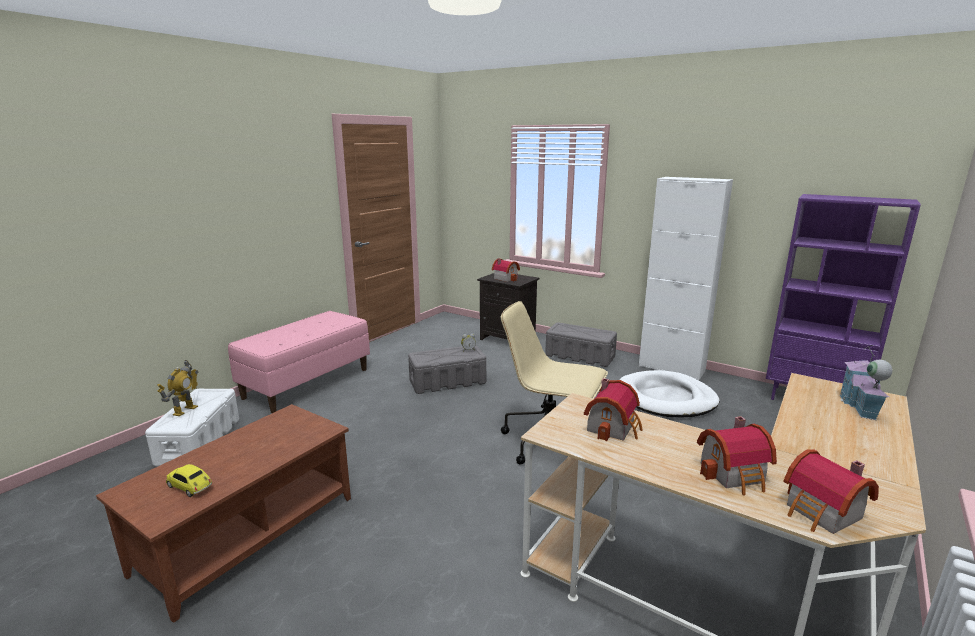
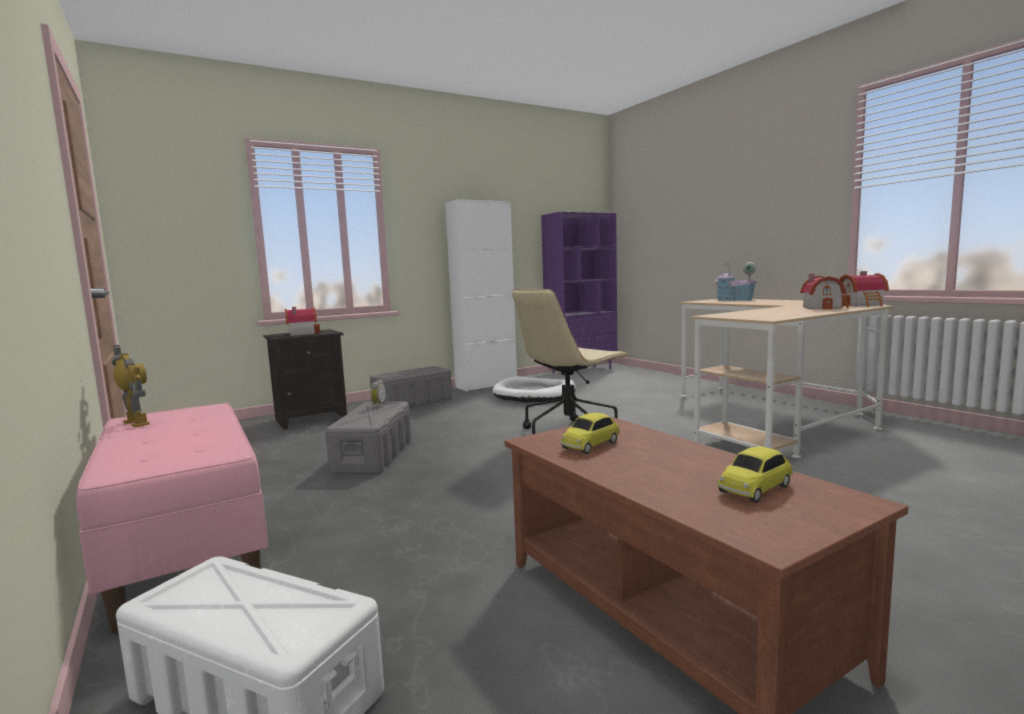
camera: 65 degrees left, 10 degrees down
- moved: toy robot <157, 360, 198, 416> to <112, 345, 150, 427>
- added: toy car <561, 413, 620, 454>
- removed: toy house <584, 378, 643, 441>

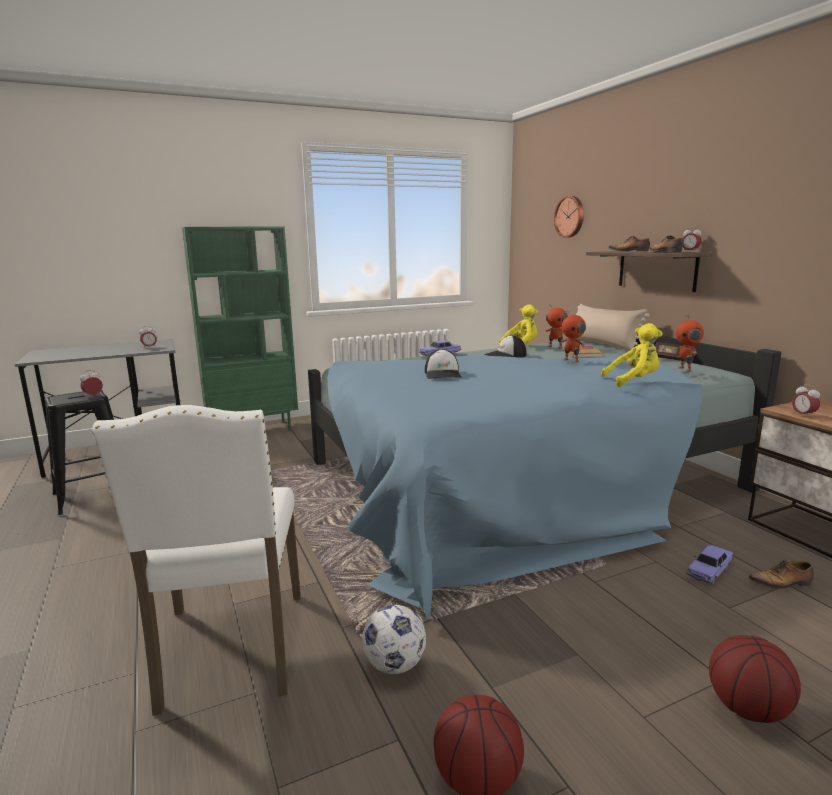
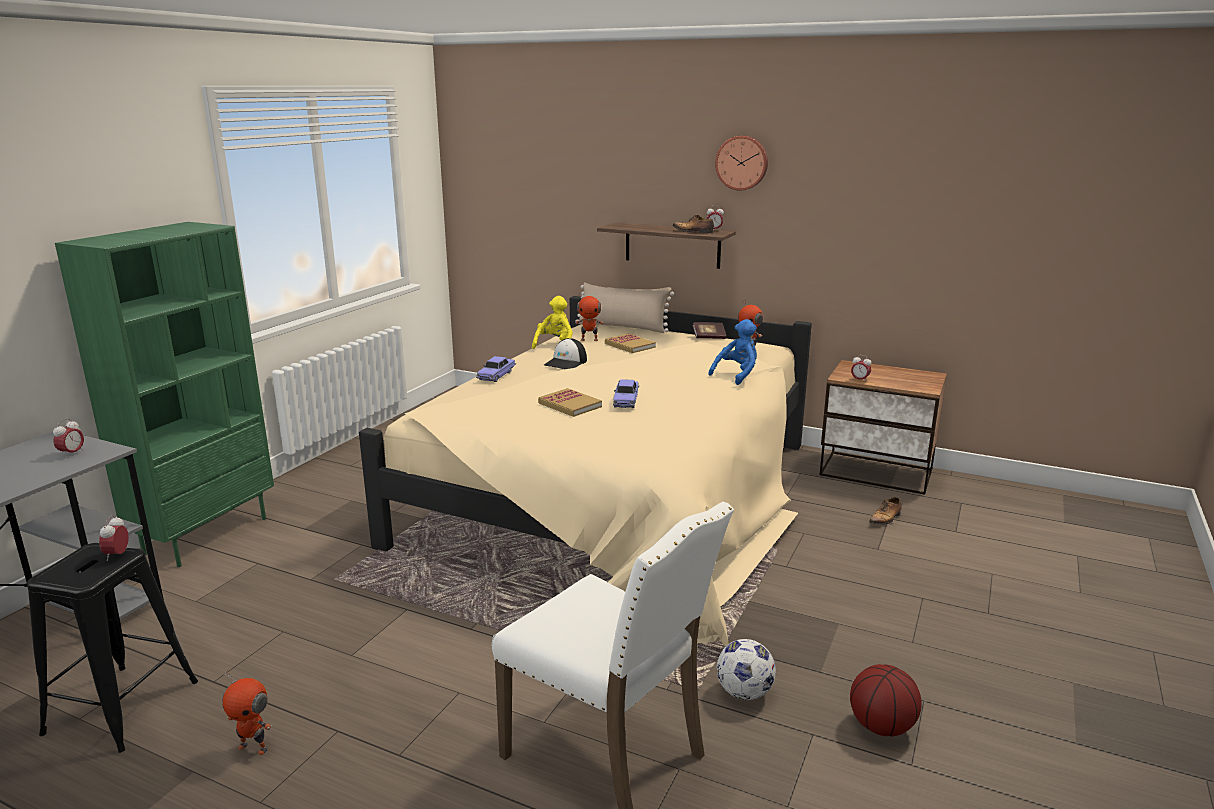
camera: 40 degrees left, 5 degrees up
- moved: toy robot <561, 310, 586, 363> to <222, 670, 272, 755>
- recoloured: bed (blue) <308, 334, 781, 619> to bed (beige) <359, 296, 812, 646>
- replaced: cap <425, 349, 462, 379> to book <538, 388, 602, 417>
- moved: toy car <686, 545, 734, 584> to <613, 379, 639, 408>
- recoloured: plush toy (yellow) <601, 323, 663, 387> to plush toy (blue) <708, 319, 757, 385>
- moved: wall clock <554, 196, 584, 238> to <715, 135, 768, 190>
- removed: shoe <608, 236, 650, 251>
- removed: basketball <709, 635, 801, 723>

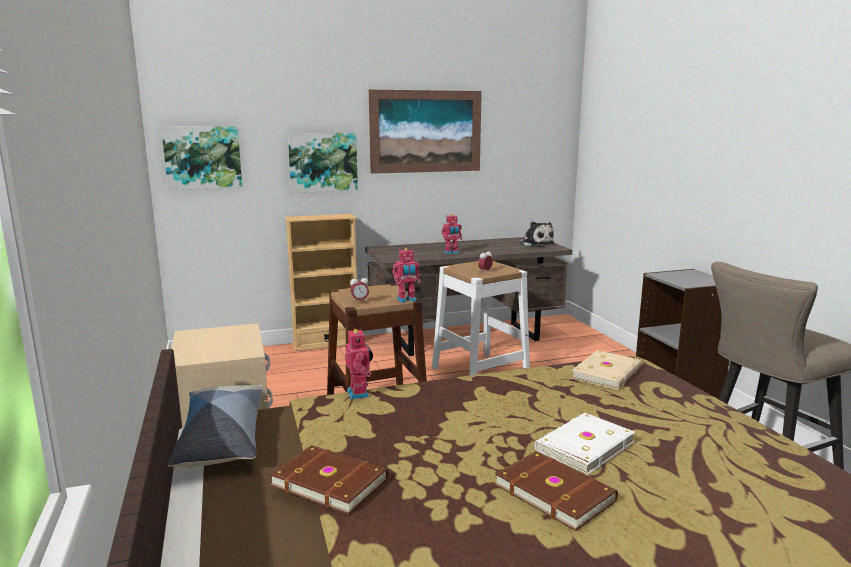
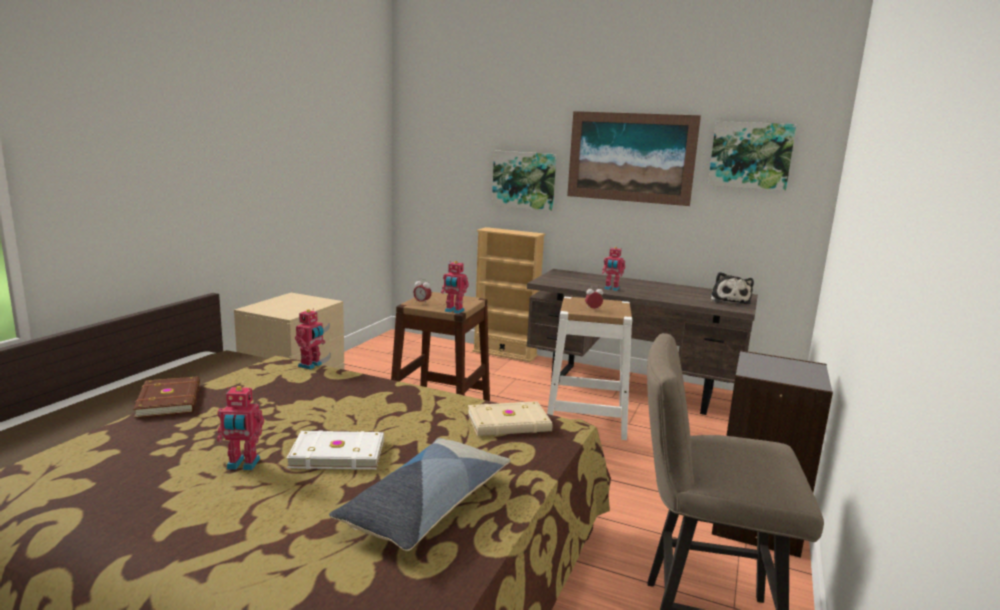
camera: 40 degrees right, 0 degrees up
- replaced: book (brown) <495, 451, 618, 531> to toy robot <217, 386, 264, 470>
- moved: pillow <168, 385, 264, 468> to <329, 438, 510, 551>
- moved: picture <161, 126, 242, 190> to <708, 121, 796, 191>

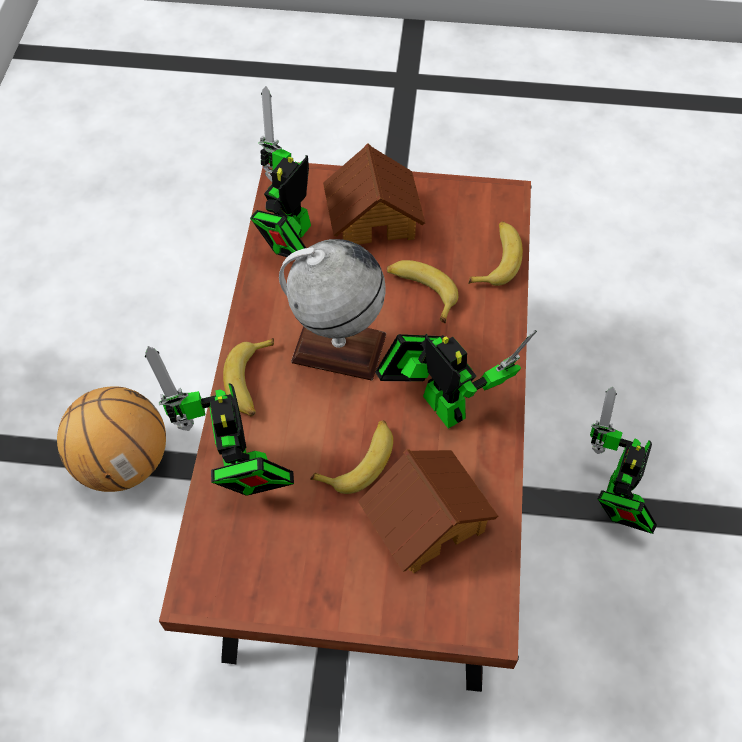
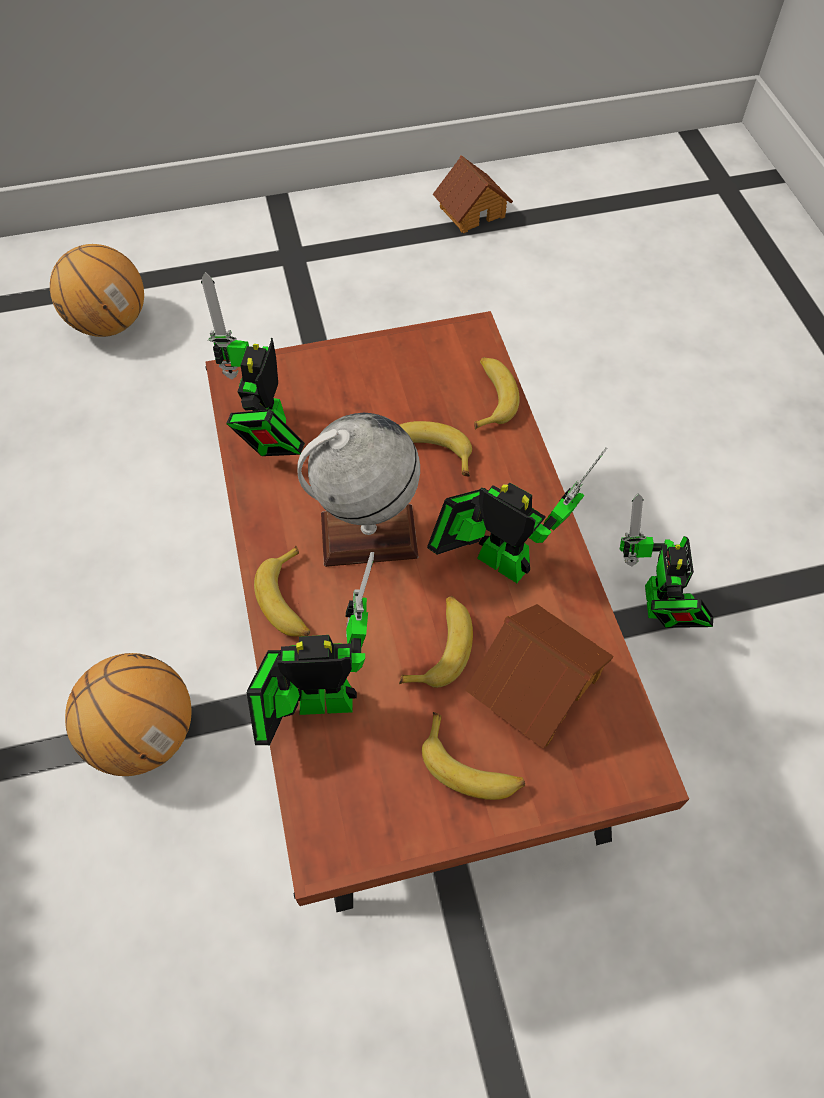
camera: 20 degrees left, 0 degrees up
- added: basketball <50, 244, 144, 337>
- turned: toy robot <145, 346, 294, 496> = <247, 552, 374, 746> 120 degrees clockwise
- added: banana <422, 712, 525, 800>
- moved: toy house <323, 143, 425, 244> to <433, 155, 513, 233>

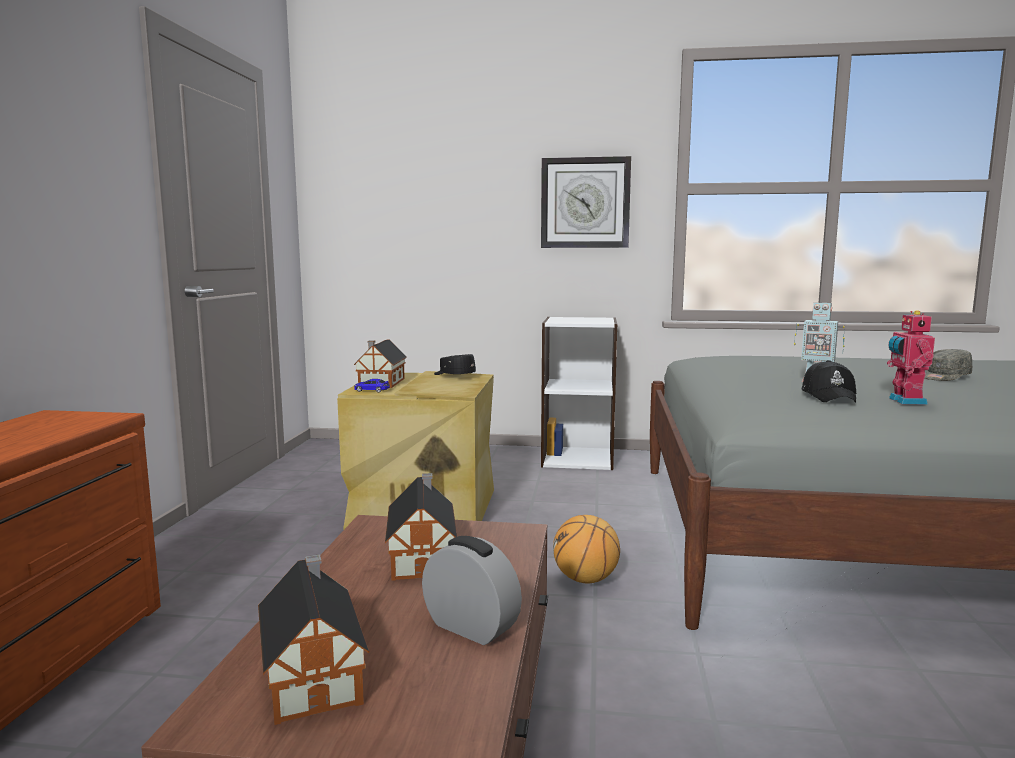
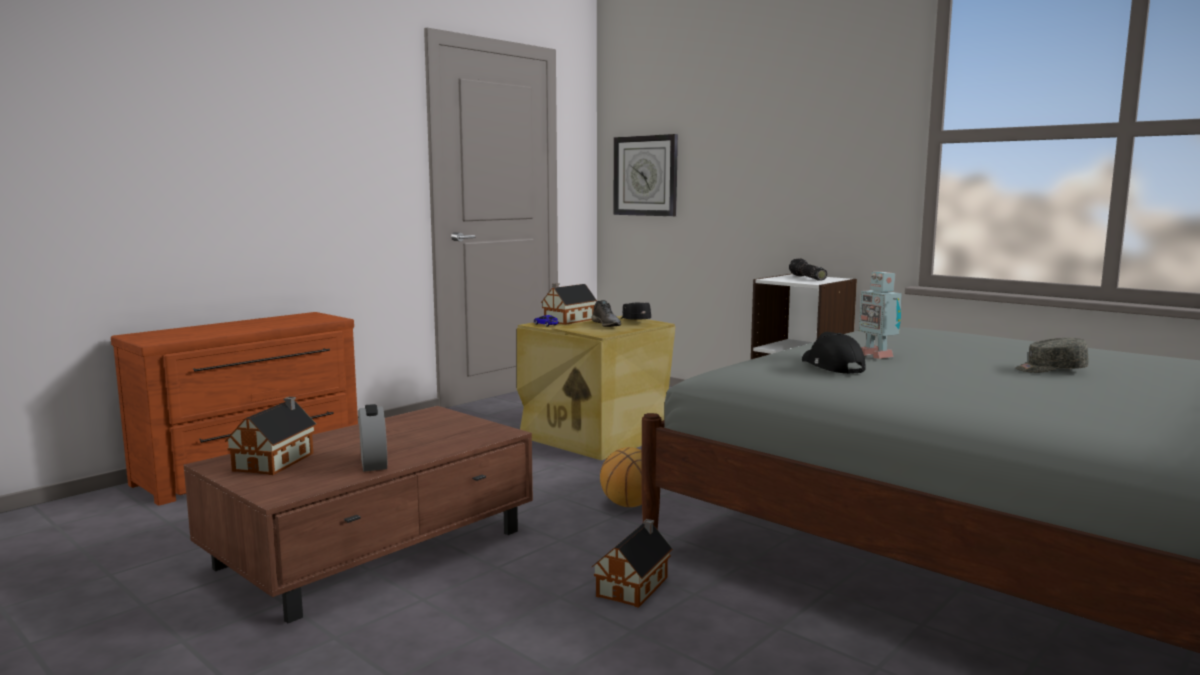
camera: 35 degrees right, 0 degrees up
- added: shoe (grey) <592, 300, 621, 327>
- moved: toy house <385, 473, 457, 581> to <592, 519, 673, 608>
- moved: wall clock <541, 156, 631, 248> to <614, 134, 678, 216>
- added: flashlight <789, 259, 827, 281>
- turned: cap (black) <802, 360, 856, 403> = <802, 332, 866, 374> 120 degrees clockwise
- removed: toy robot <887, 310, 935, 405>

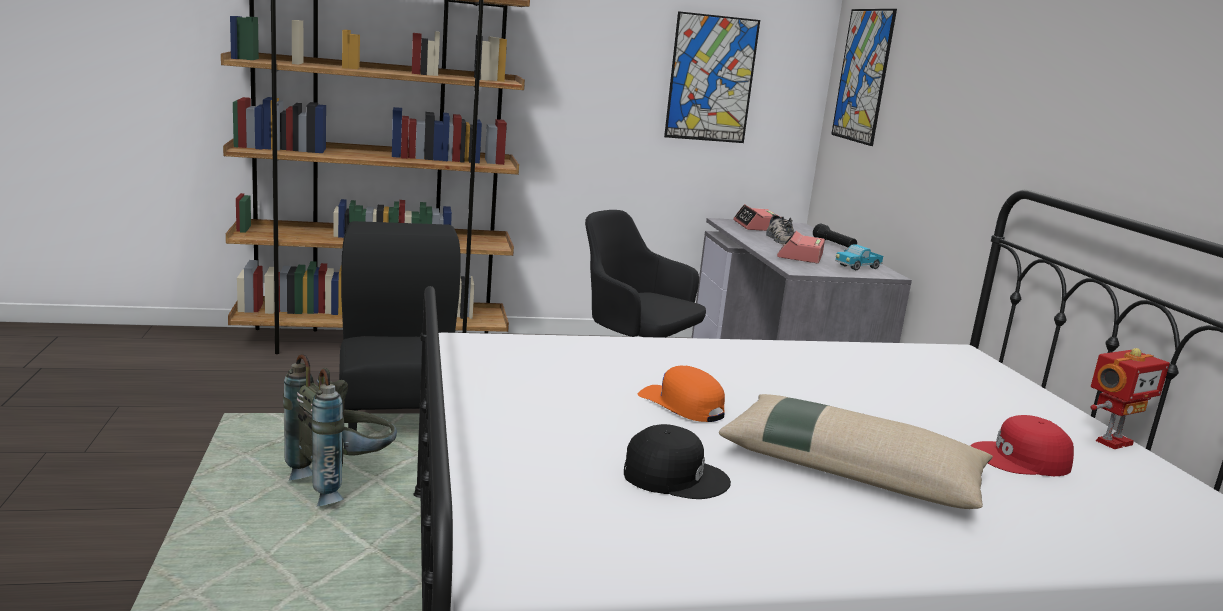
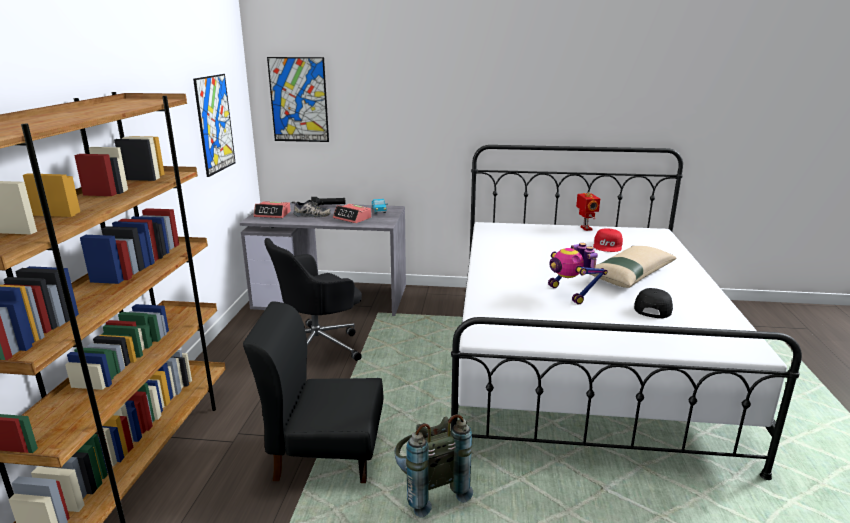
camera: 70 degrees left, 5 degrees up
- replaced: cap (orange) <637, 366, 725, 422> to toy robot <548, 243, 608, 305>

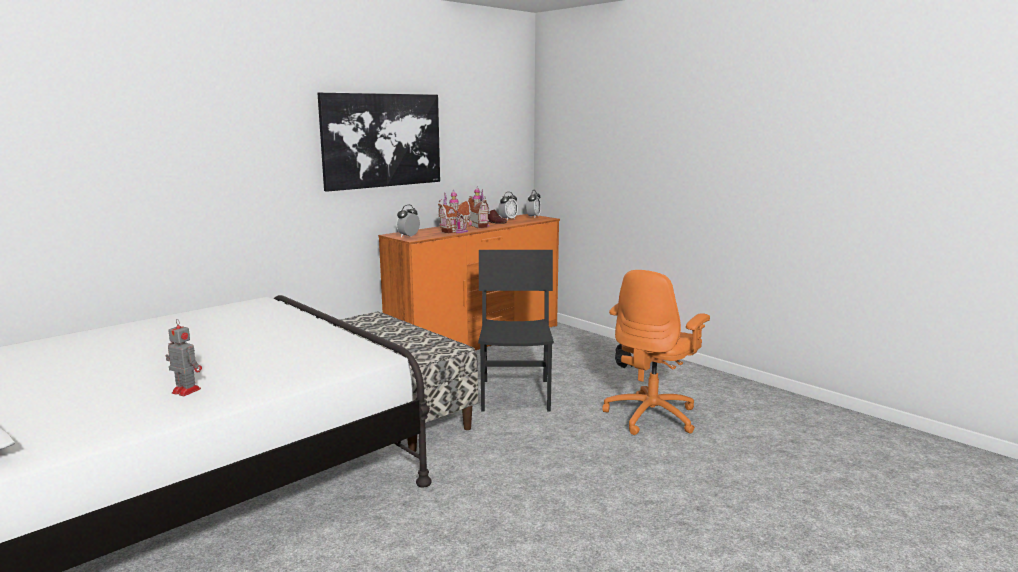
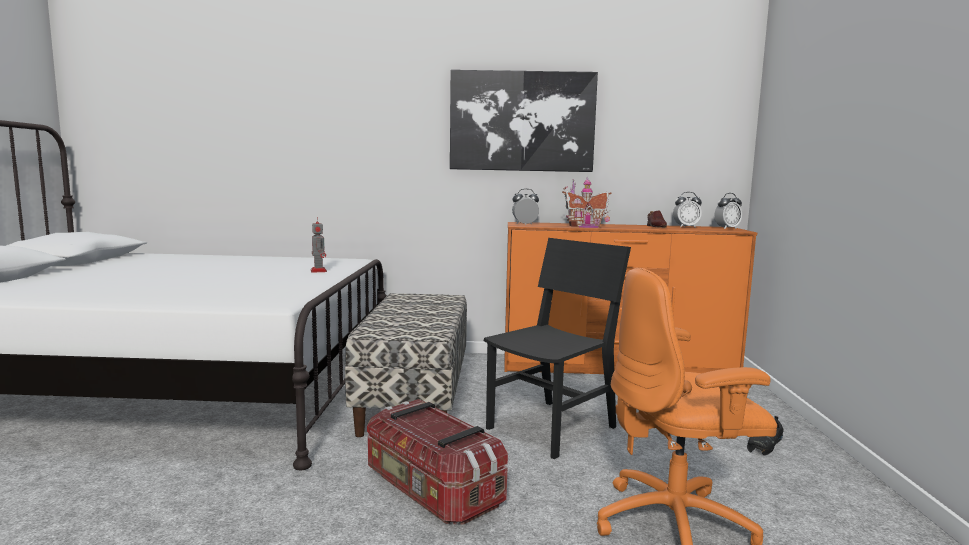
camera: 45 degrees right, 5 degrees down
- moved: toy robot <165, 319, 202, 396> to <311, 217, 327, 273>
- added: storage box <367, 399, 508, 525>
- removed: toy house <468, 186, 490, 229>

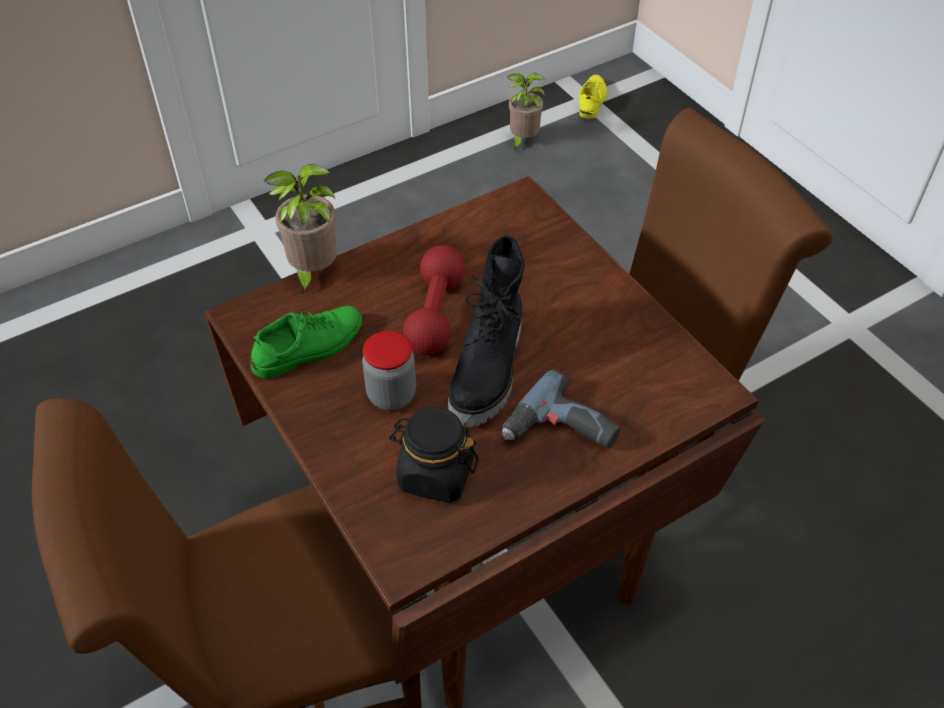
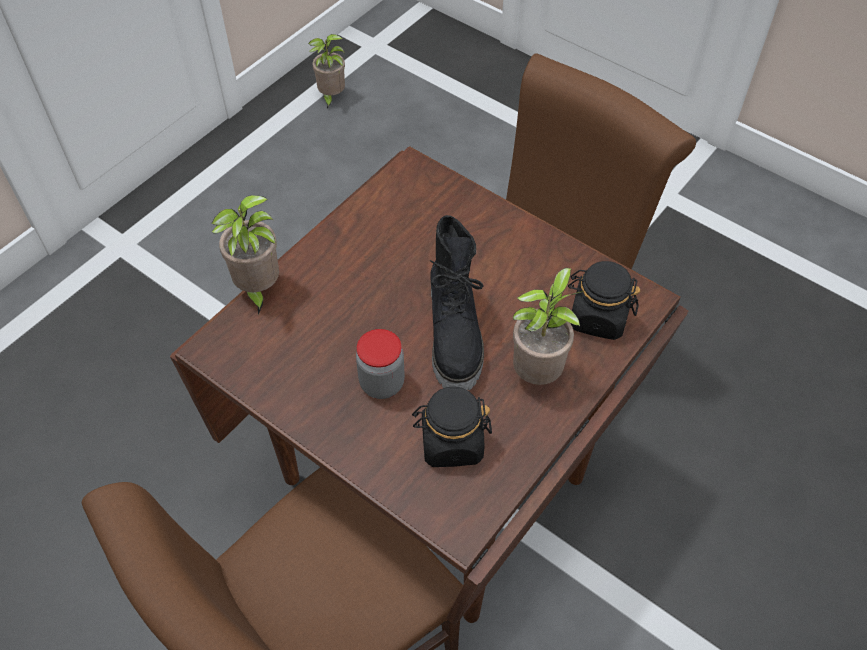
camera: 20 degrees left, 5 degrees up
- replaced: power drill <502, 369, 621, 448> to potted plant <513, 268, 584, 385>
- added: jar (black) <568, 261, 640, 340>
- removed: shoe (green) <250, 306, 362, 379>
- removed: dumbbell (red) <403, 245, 465, 355>
- removed: shoe (yellow) <579, 75, 607, 119>

